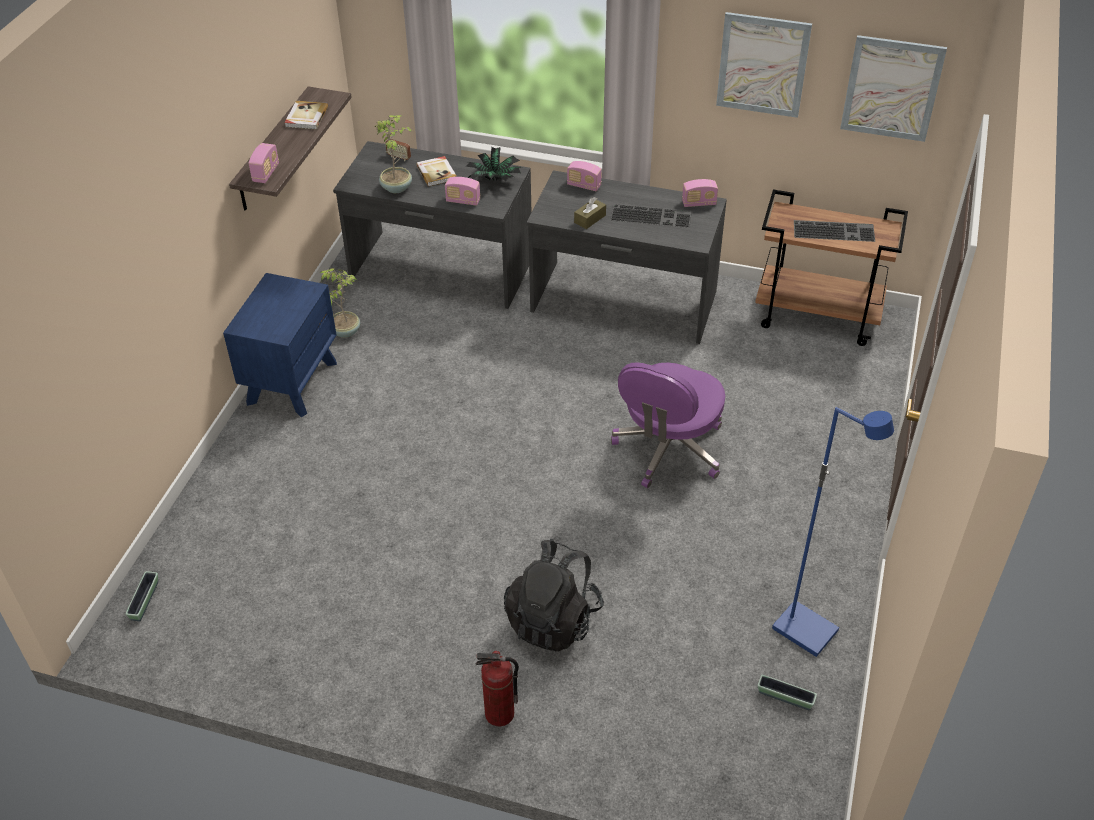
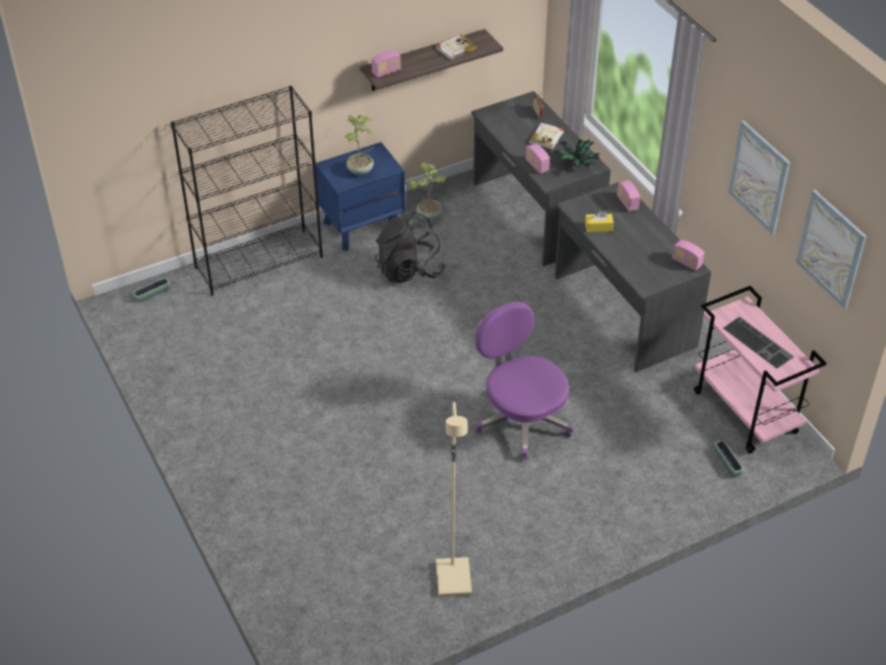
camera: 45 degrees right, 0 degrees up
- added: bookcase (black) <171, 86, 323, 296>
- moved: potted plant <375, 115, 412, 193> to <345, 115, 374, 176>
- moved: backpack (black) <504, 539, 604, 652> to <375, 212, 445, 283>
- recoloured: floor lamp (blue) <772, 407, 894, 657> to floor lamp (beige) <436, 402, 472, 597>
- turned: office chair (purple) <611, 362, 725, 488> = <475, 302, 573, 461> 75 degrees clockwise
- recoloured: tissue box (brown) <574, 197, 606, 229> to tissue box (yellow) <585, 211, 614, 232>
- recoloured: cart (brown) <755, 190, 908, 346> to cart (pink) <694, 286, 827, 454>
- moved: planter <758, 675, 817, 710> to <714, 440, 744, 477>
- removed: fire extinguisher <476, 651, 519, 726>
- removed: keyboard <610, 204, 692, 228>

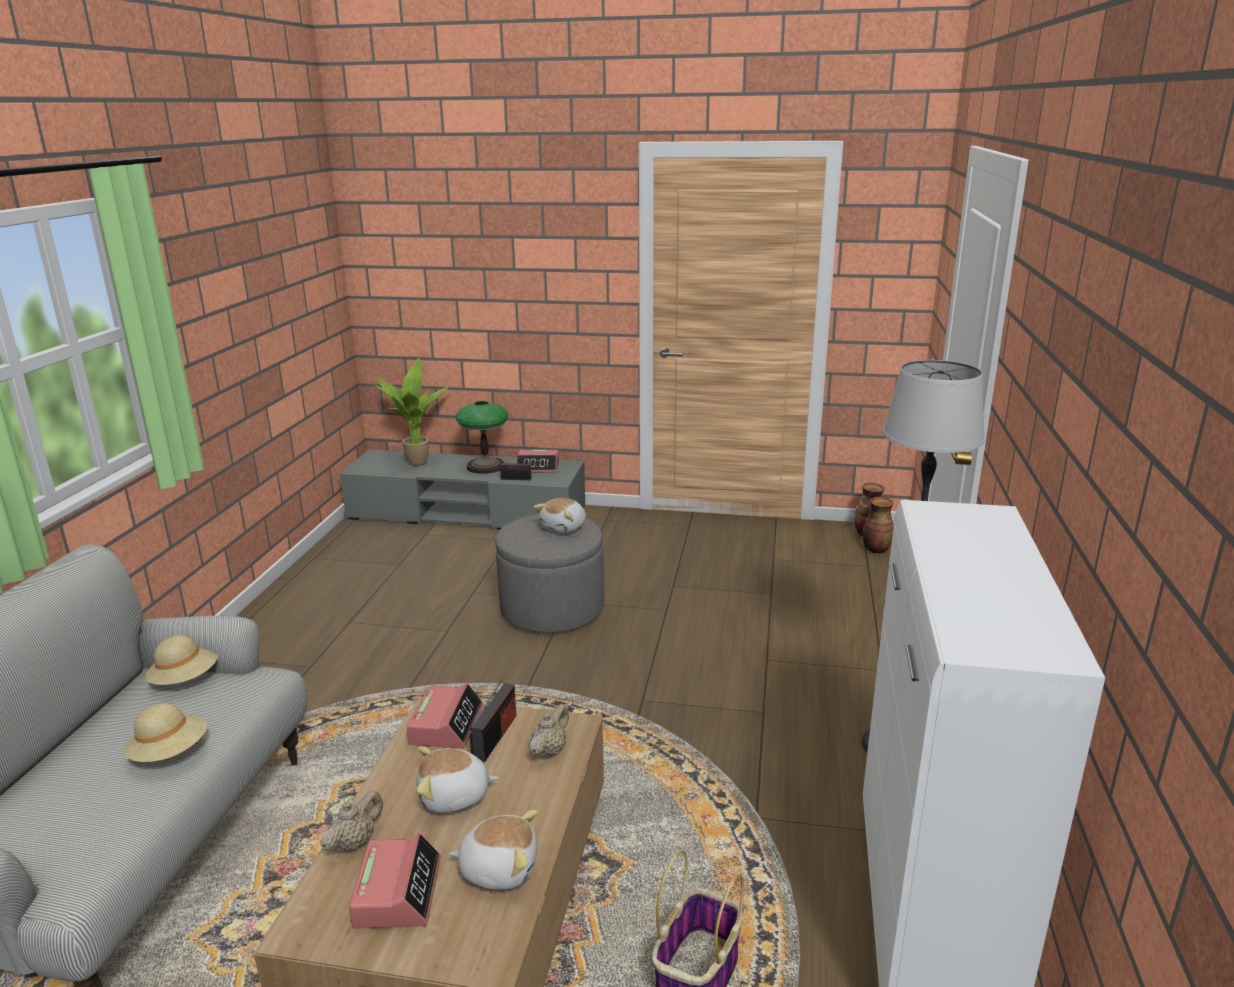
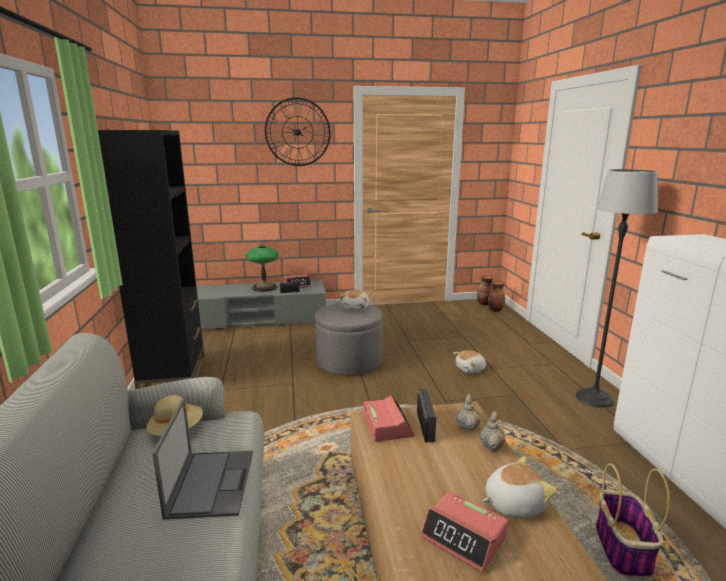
camera: 20 degrees left, 5 degrees down
- added: bookcase (black) <98, 130, 205, 389>
- replaced: hat (beige) <123, 703, 207, 762> to laptop <152, 398, 253, 520>
- added: wall clock <265, 97, 331, 166>
- turned: alarm clock <349, 834, 441, 928> = <421, 491, 508, 573> 150 degrees clockwise
- moved: plush toy <417, 746, 499, 813> to <453, 350, 486, 374>
- moved: teapot (beige) <321, 791, 383, 853> to <479, 411, 506, 451>
- removed: potted plant <375, 358, 450, 466>

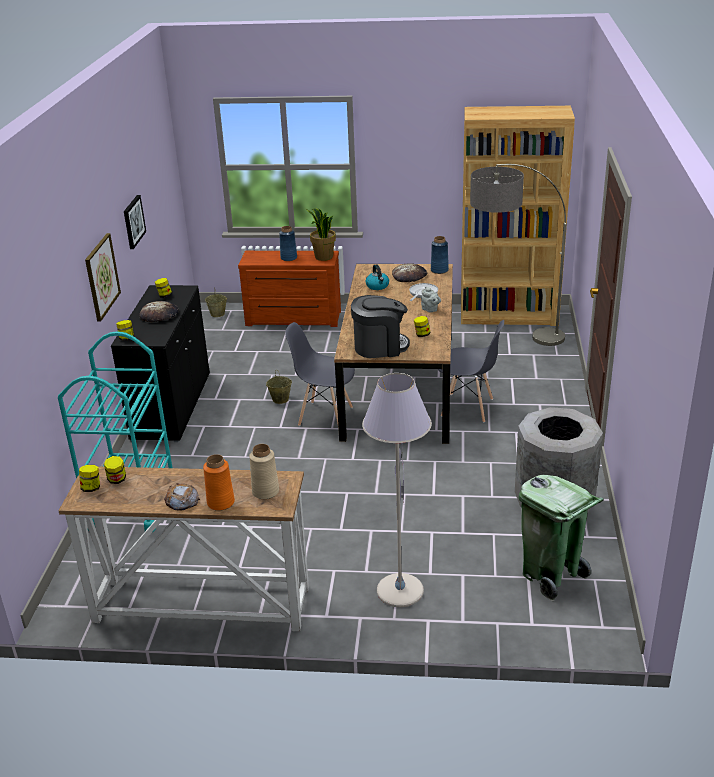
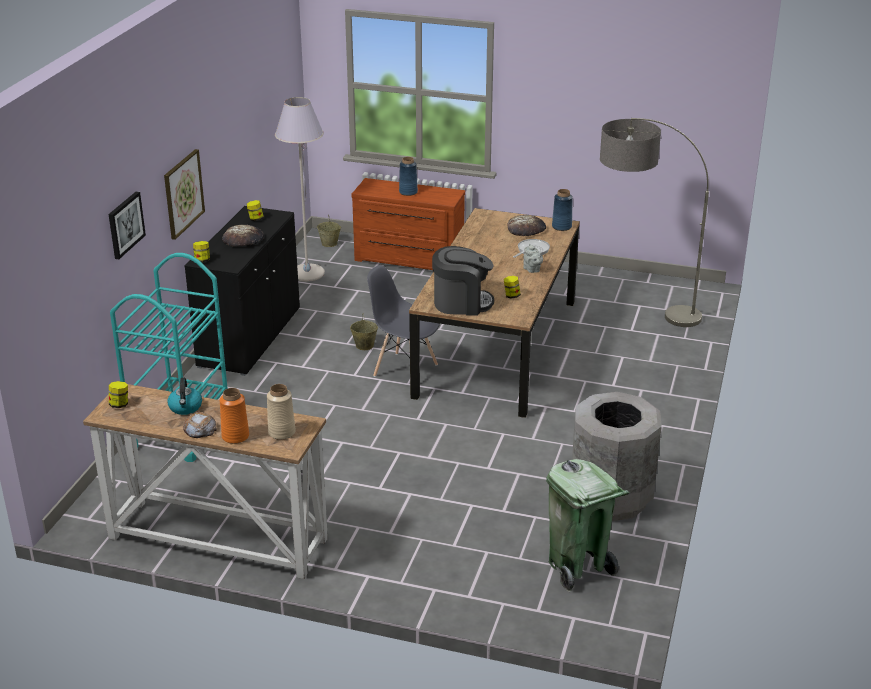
camera: 10 degrees right, 0 degrees up
- moved: picture <124, 195, 146, 249> to <109, 191, 146, 259>
- moved: kettle <366, 264, 389, 290> to <167, 378, 202, 415>
- moved: floor lamp (grey) <362, 373, 432, 607> to <275, 97, 325, 282>
- removed: jar <104, 456, 126, 484>
- removed: potted plant <306, 208, 336, 261>
- removed: chair (grey) <438, 320, 504, 423>
- removed: bookcase (brown) <461, 106, 575, 326>

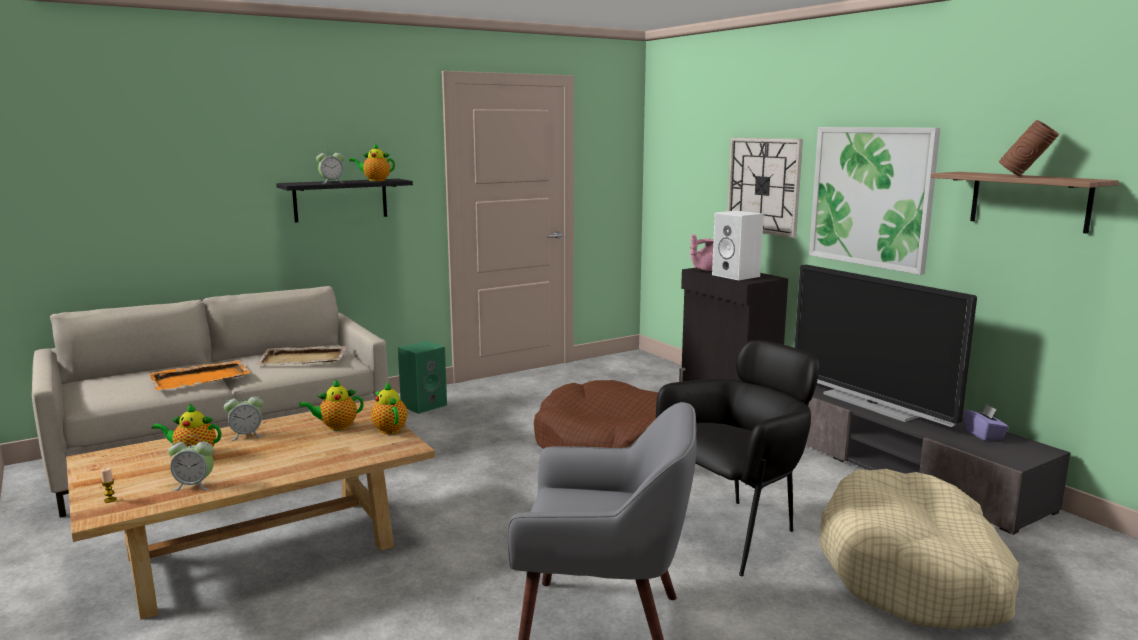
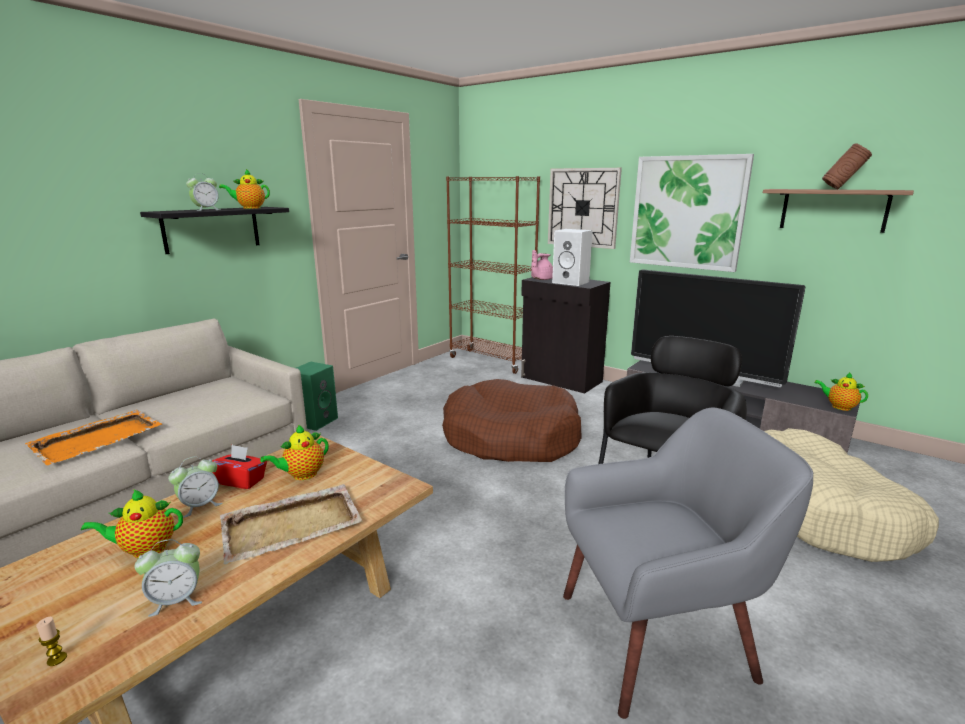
camera: 20 degrees left, 5 degrees up
- added: tissue box (red) <212, 445, 267, 489>
- moved: tray (beige) <255, 346, 347, 365> to <220, 484, 363, 564>
- added: bookcase (brown) <446, 176, 540, 374>
- moved: teapot <371, 382, 408, 434> to <814, 372, 868, 411>
- removed: tissue box (purple) <963, 404, 1009, 441>

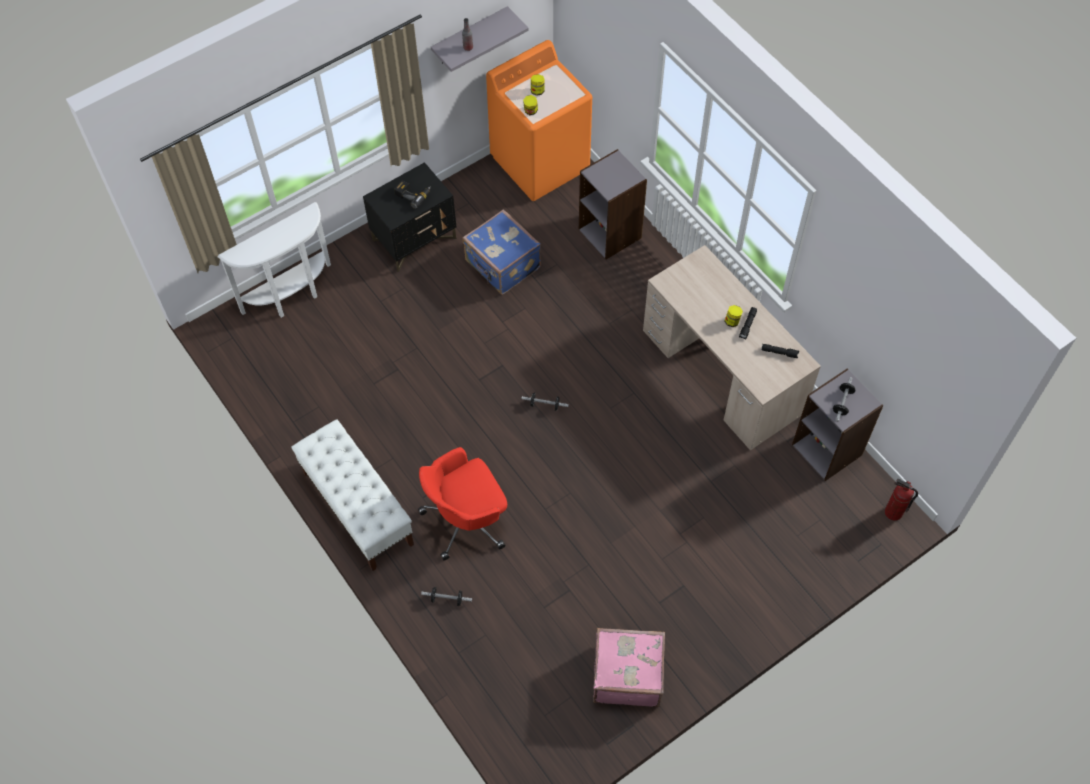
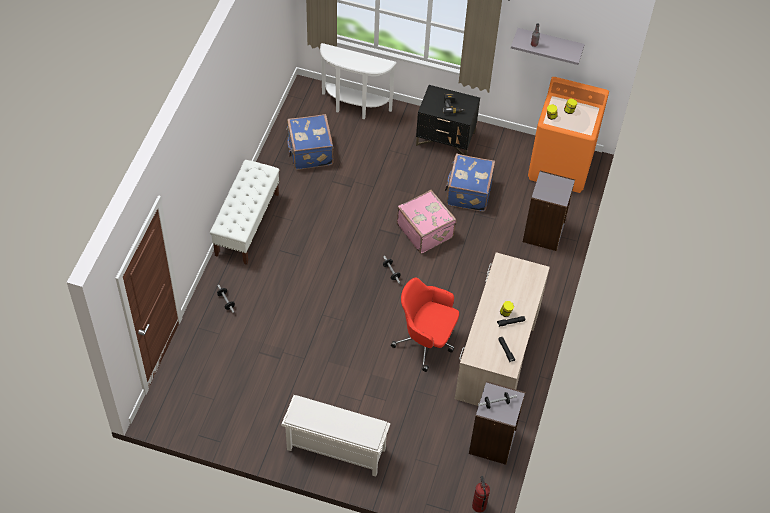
camera: 50 degrees right, 5 degrees down
- added: shoe rack (white) <281, 395, 390, 477>
- added: suitcase (blue) <286, 114, 334, 170>
- moved: office chair (red) <418, 447, 507, 560> to <391, 278, 459, 372>
- moved: suitcase (pink) <593, 628, 665, 707> to <397, 190, 457, 254>

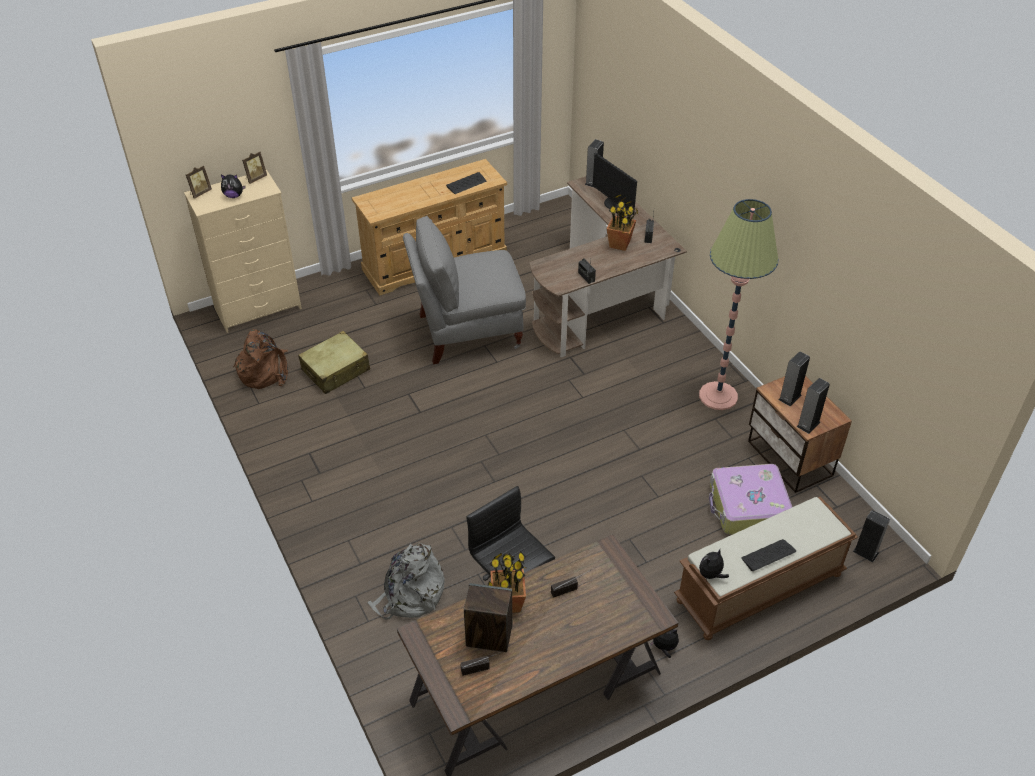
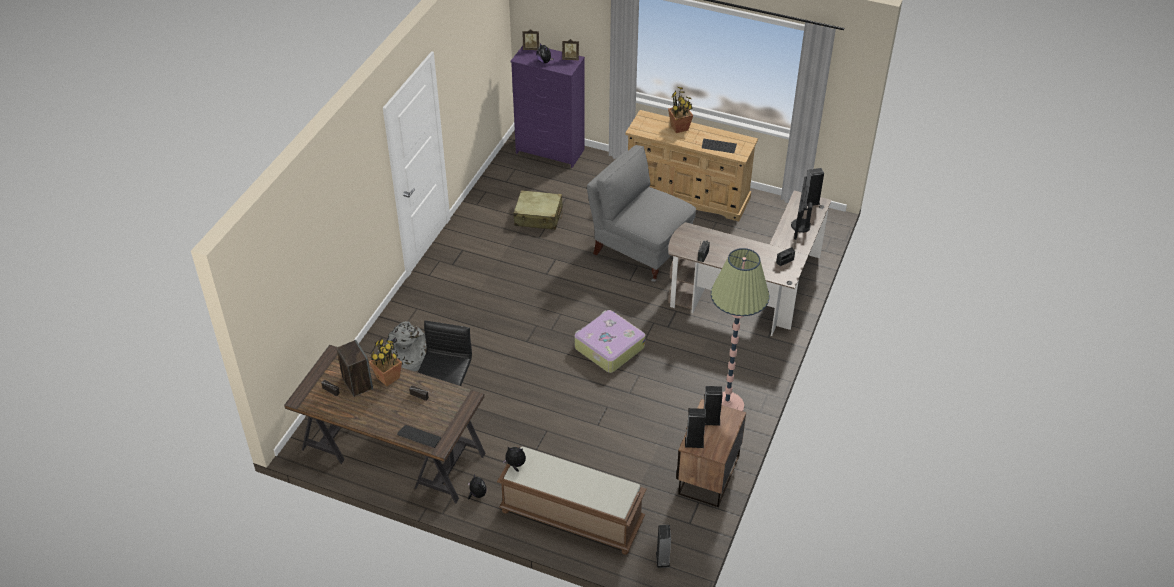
camera: 50 degrees right, 0 degrees up
- moved: keyboard <741, 539, 796, 571> to <397, 425, 441, 448>
- recoloured: dresser (beige) <184, 170, 302, 333> to dresser (purple) <510, 46, 585, 168>
- moved: suitcase <709, 464, 792, 535> to <574, 310, 645, 373>
- moved: potted plant <607, 194, 638, 251> to <668, 87, 693, 133>
- removed: backpack (brown) <233, 329, 288, 389>

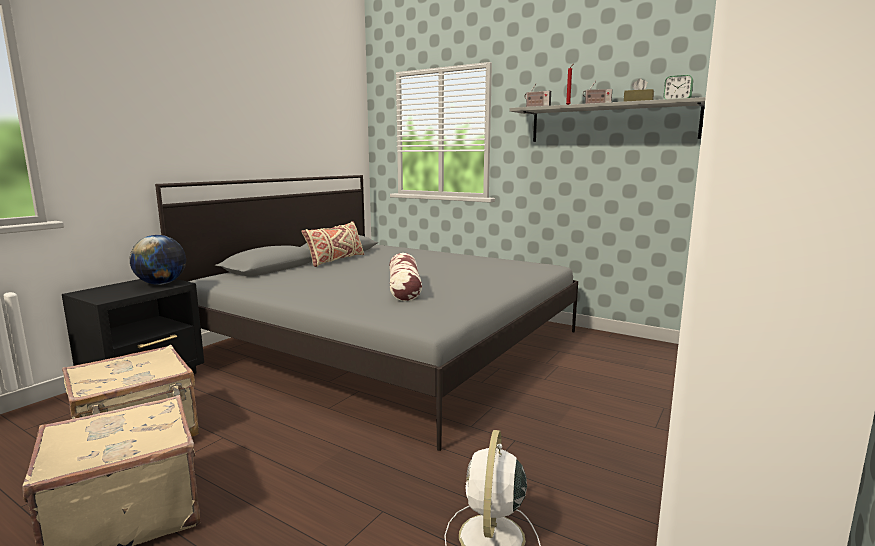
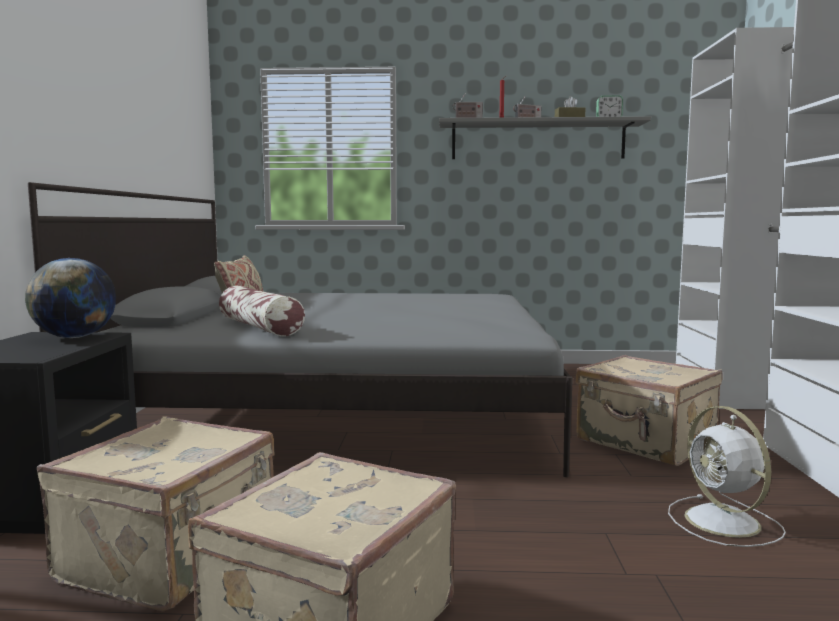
camera: 30 degrees left, 5 degrees down
- moved: pillow <389, 253, 422, 301> to <219, 286, 305, 336>
- added: suitcase (beige) <576, 355, 723, 466>

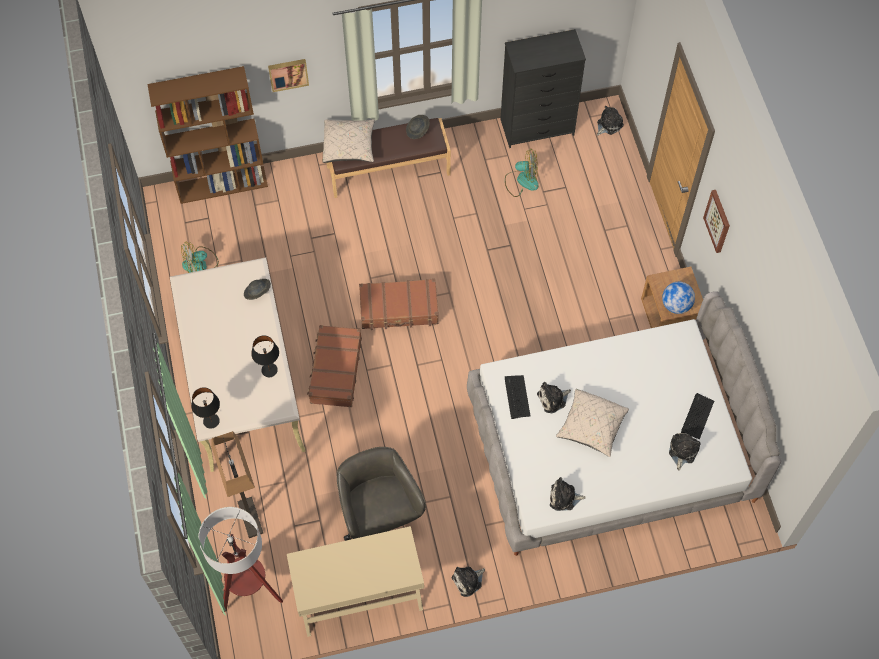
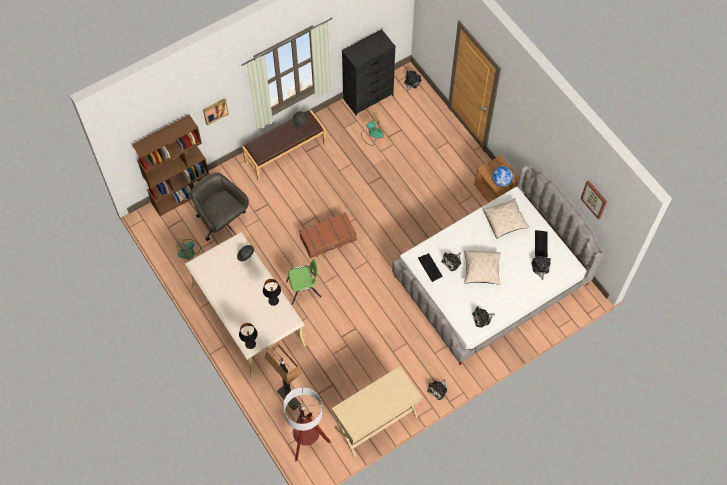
camera: 20 degrees left, 0 degrees up
- moved: office chair (grey) <337, 447, 426, 541> to <190, 172, 249, 241>
- replaced: suitcase (brown) <307, 325, 362, 407> to chair (green) <286, 259, 321, 305>
- moved: pillow (beige) <322, 119, 375, 163> to <483, 198, 529, 239>
- moved: picture <703, 190, 730, 253> to <581, 180, 607, 219>

